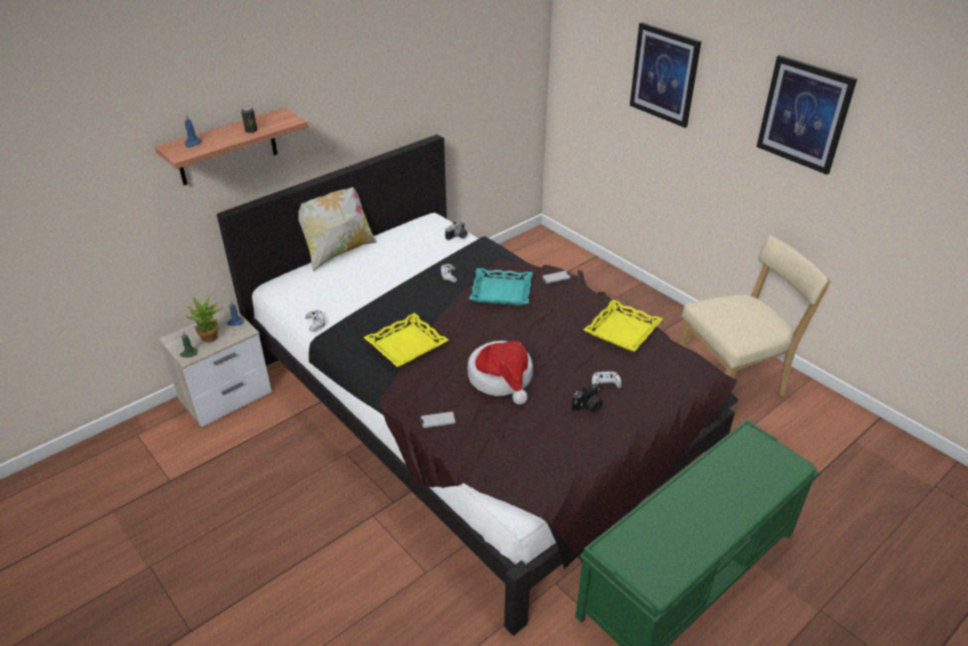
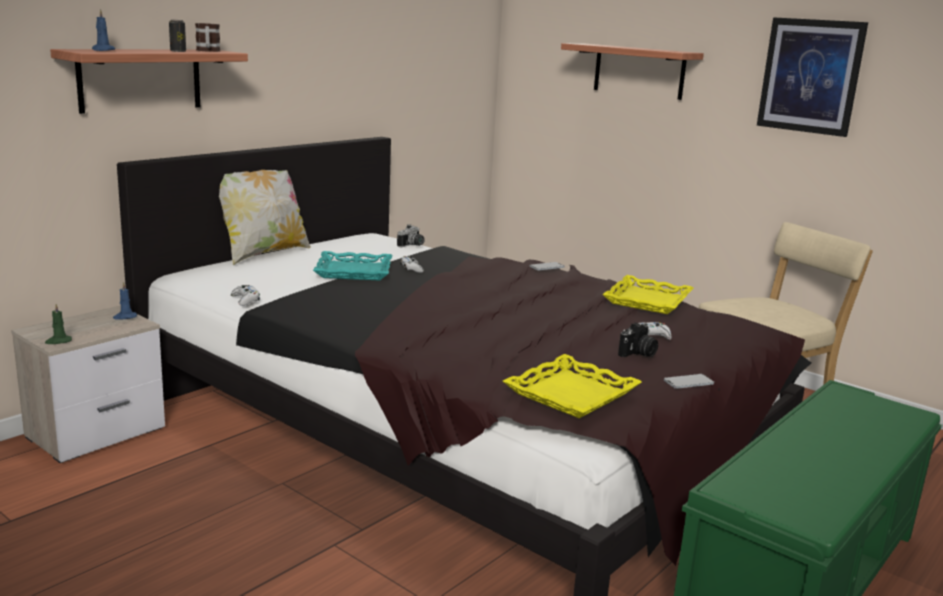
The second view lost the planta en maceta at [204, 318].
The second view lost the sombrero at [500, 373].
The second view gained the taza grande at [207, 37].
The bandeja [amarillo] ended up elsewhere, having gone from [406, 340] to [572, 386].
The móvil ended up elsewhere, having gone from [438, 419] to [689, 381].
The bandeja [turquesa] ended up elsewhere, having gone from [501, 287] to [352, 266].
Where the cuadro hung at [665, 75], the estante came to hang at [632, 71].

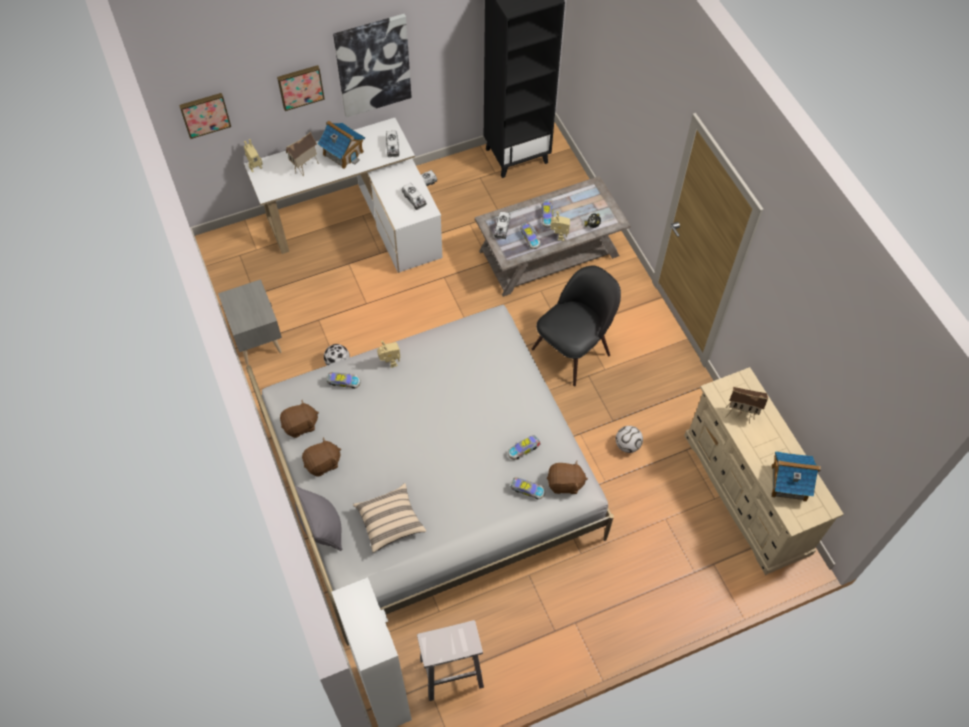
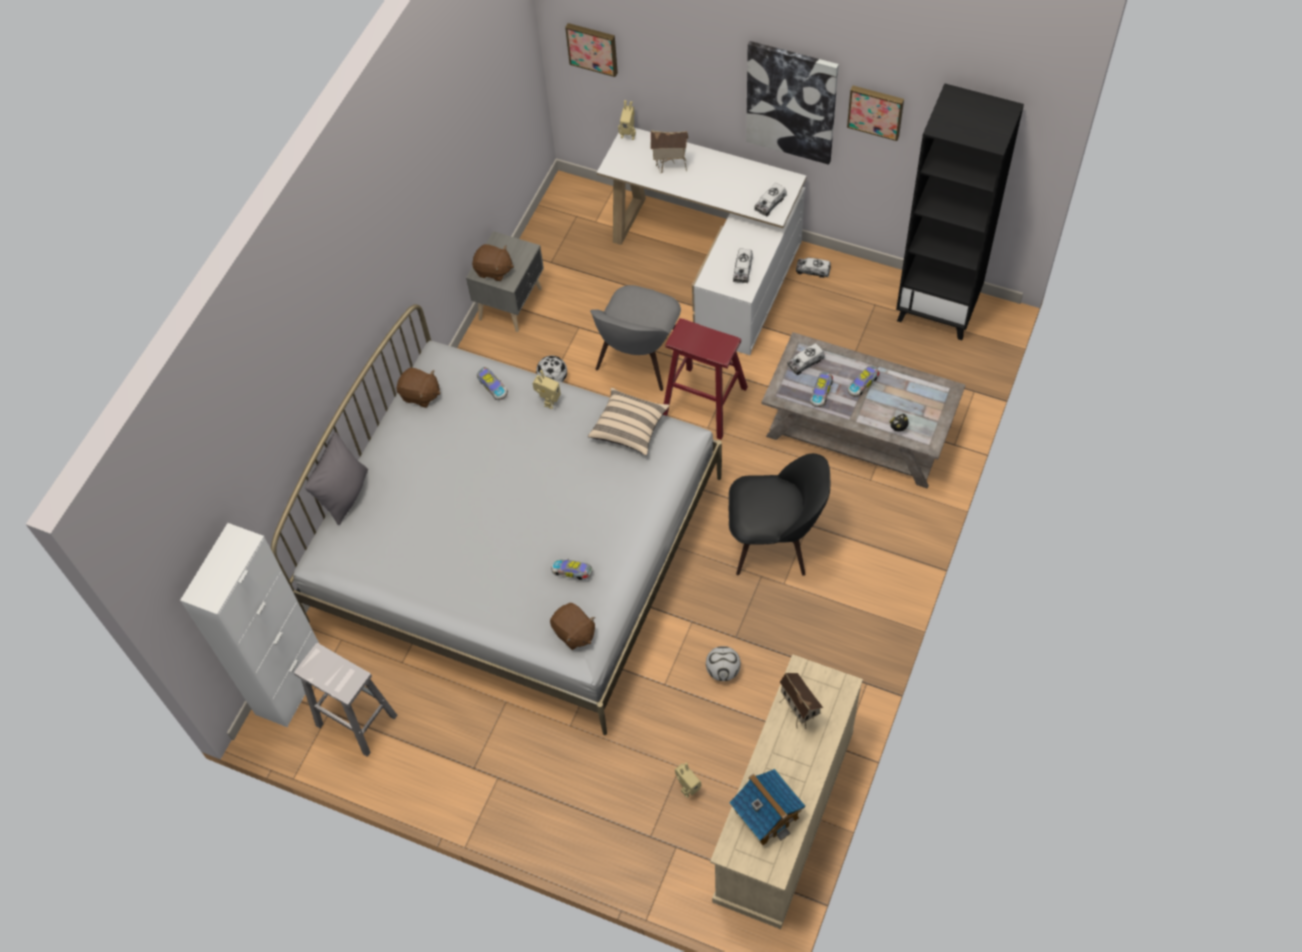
The second view lost the casita at [341, 144].
The second view lost the coche de juguete at [527, 488].
The second view gained the silla [gris] at [635, 338].
The second view gained the taburete [rojo] at [705, 379].
The cuadro ended up elsewhere, having gone from [301, 88] to [875, 113].
The peluche [marrón] ended up elsewhere, having gone from [321, 457] to [493, 262].
The cojín [beis] ended up elsewhere, having gone from [389, 518] to [628, 422].
The robot de juguete ended up elsewhere, having gone from [560, 226] to [688, 780].

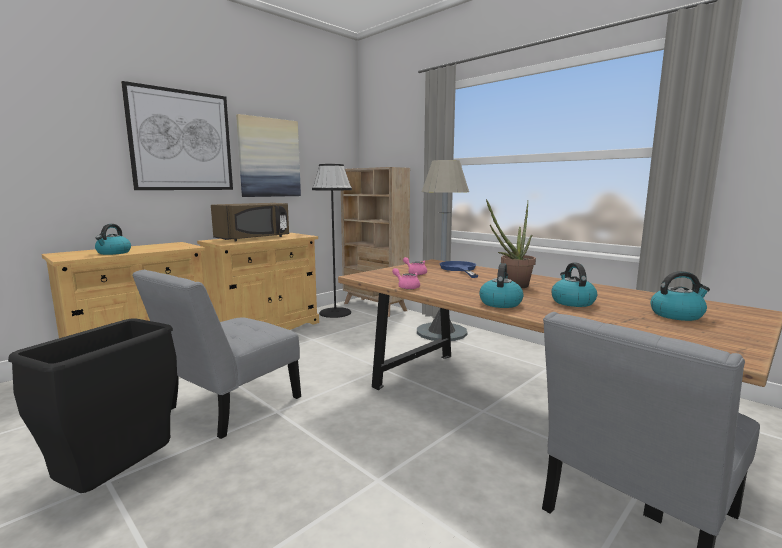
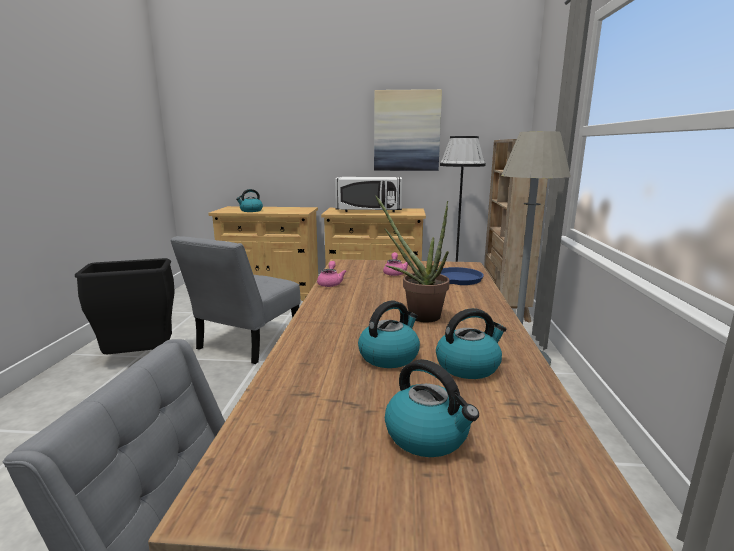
The second view lost the cuadro at [177, 135].
The hervidor ended up elsewhere, having gone from [501, 285] to [471, 343].
What was the microondas [marrón] at [250, 222] turned into the microondas [blanco] at [368, 194].
The silla [gris] at [216, 354] ended up facing another way, 60 degrees counterclockwise from before.

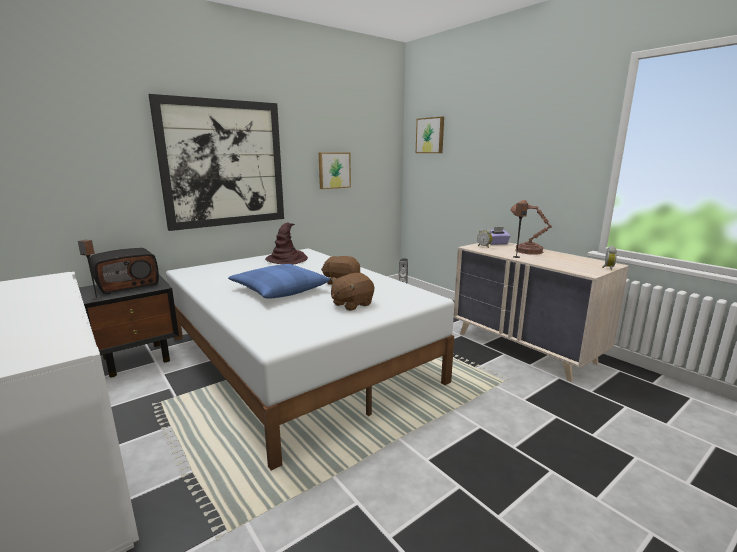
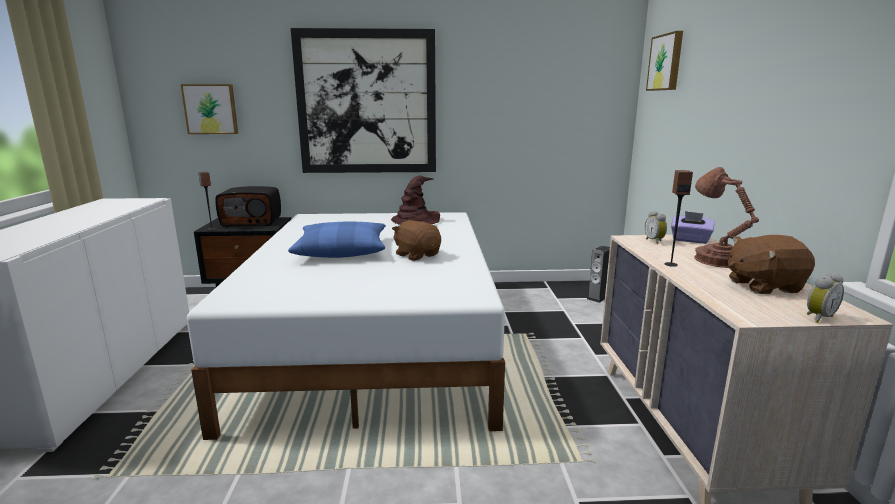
The cuadro ended up elsewhere, having gone from [335, 170] to [209, 109].
The peluche [marrón] ended up elsewhere, having gone from [352, 292] to [771, 264].

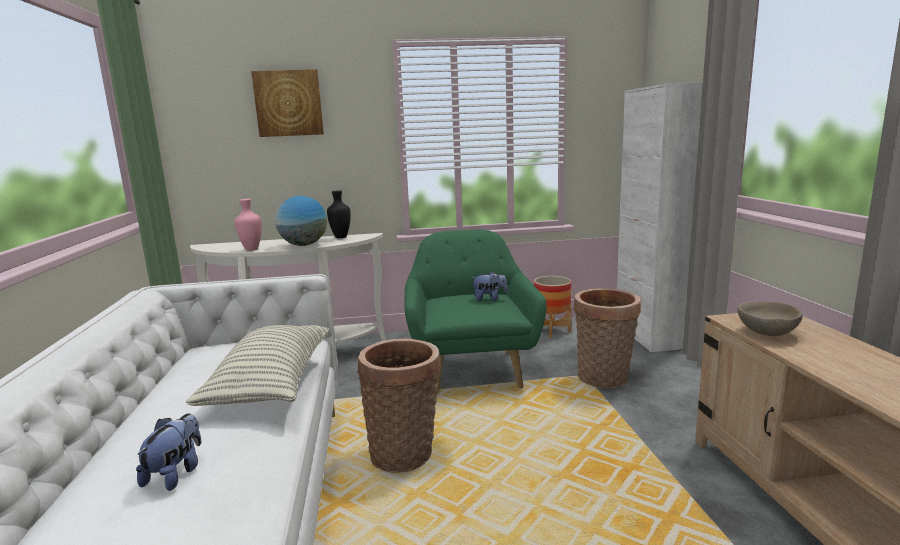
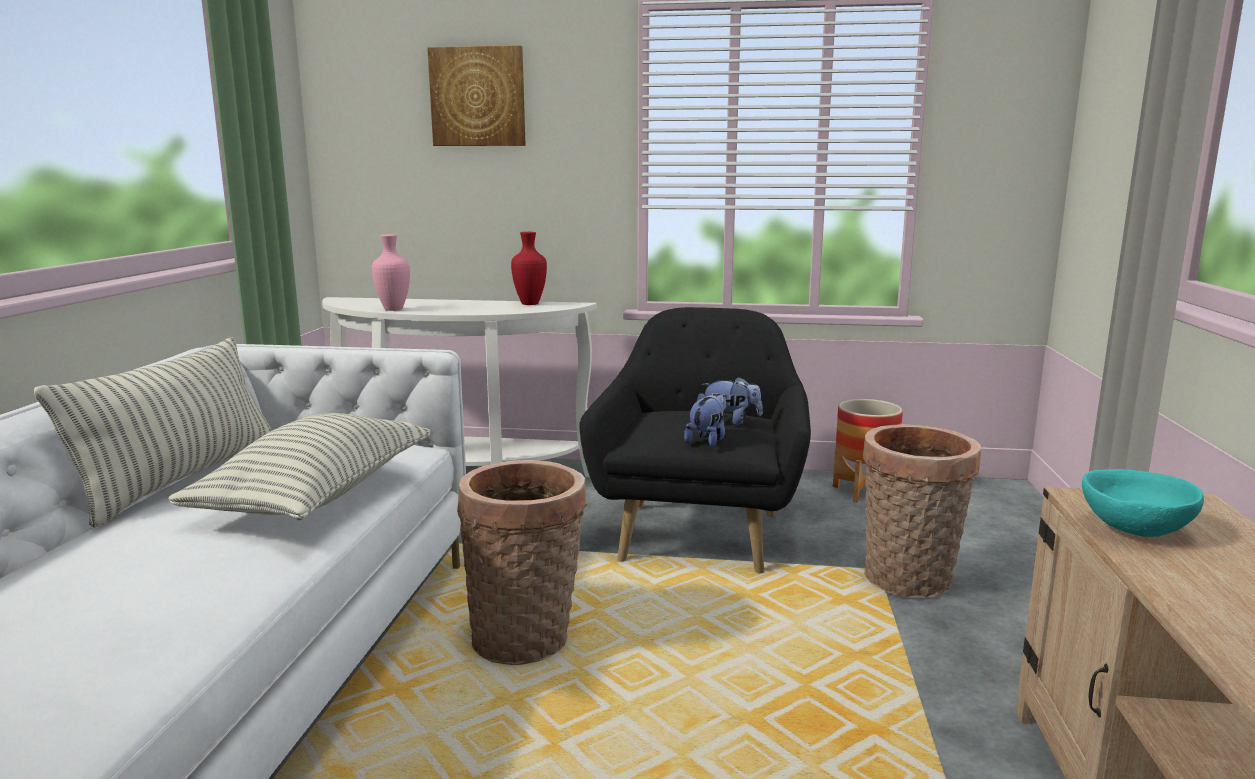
The second view lost the globo terráqueo at [301, 221].
The second view lost the armario [blanco] at [660, 217].
The second view gained the cojín at [153, 432].
The peluche ended up elsewhere, having gone from [168, 452] to [705, 420].
What was the florero [negro] at [339, 214] turned into the florero [rojo] at [529, 268].
What was the sillón [verde] at [476, 311] turned into the sillón [negro] at [695, 440].
What was the cuenco [beis] at [770, 318] turned into the cuenco [turquesa] at [1143, 503].

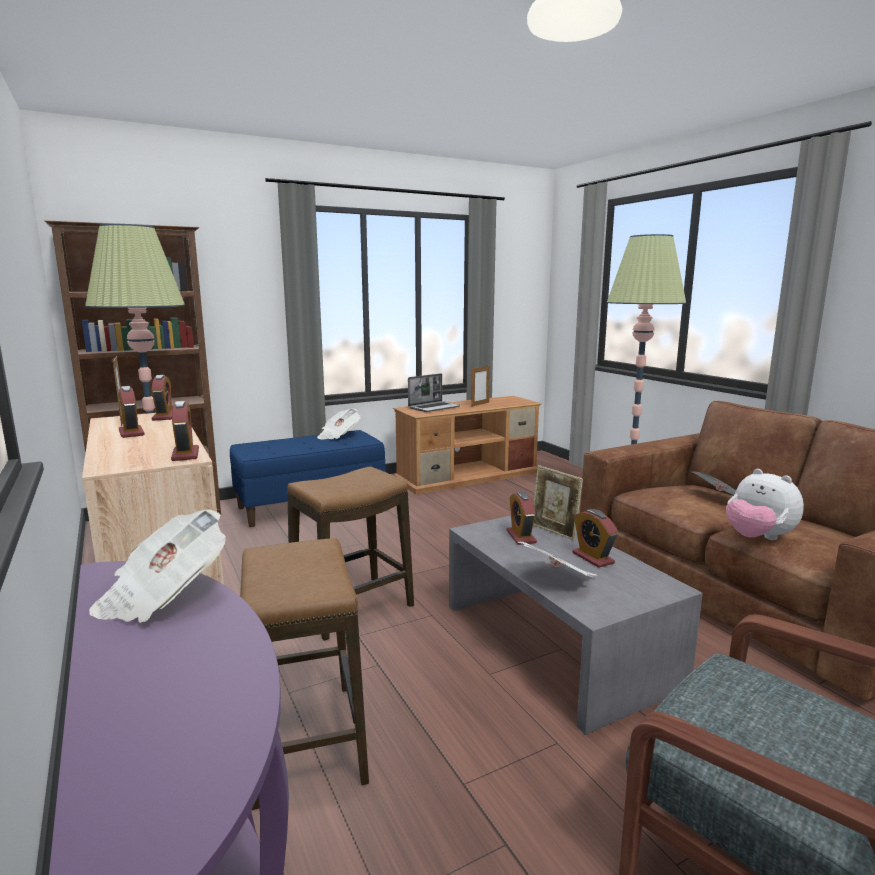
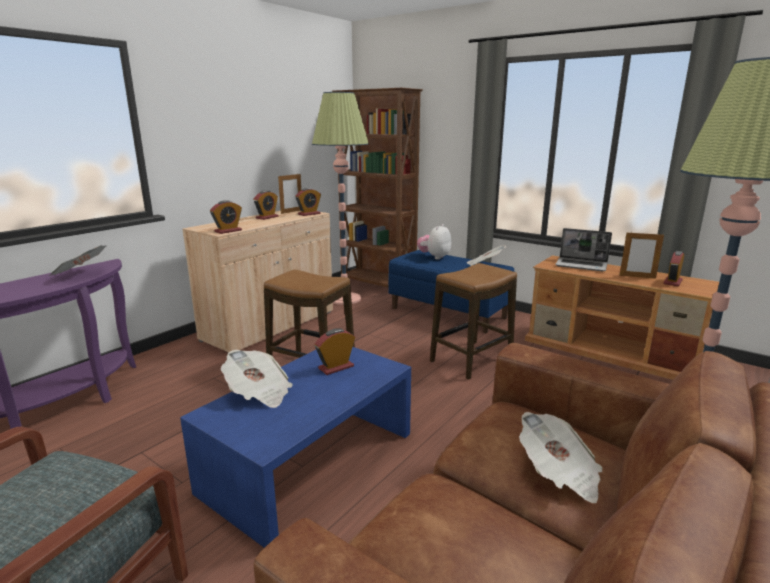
The second view lost the portarretratos at [558, 502].
The taburete ended up elsewhere, having gone from [304, 674] to [473, 321].
The despertador ended up elsewhere, having gone from [595, 538] to [673, 268].
The peluche ended up elsewhere, having gone from [765, 504] to [434, 241].
What was the mesa de centro [gris] at [576, 625] turned into the mesa de centro [azul] at [295, 447].

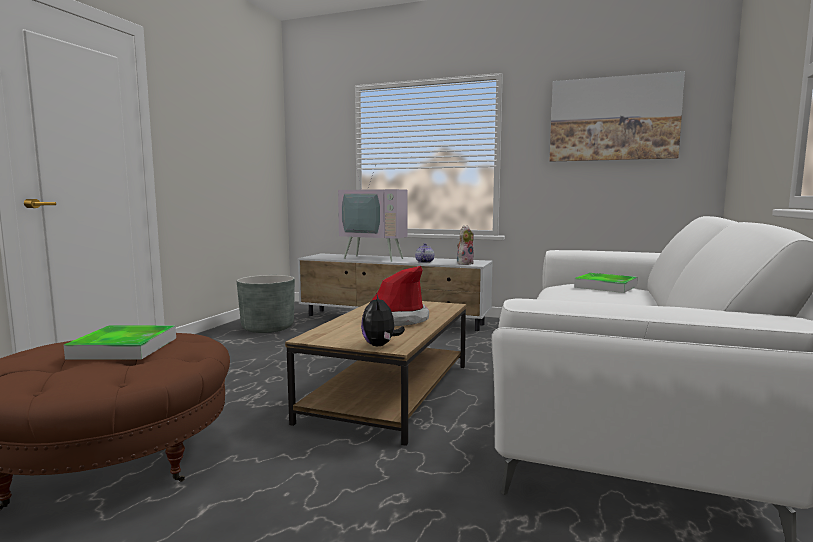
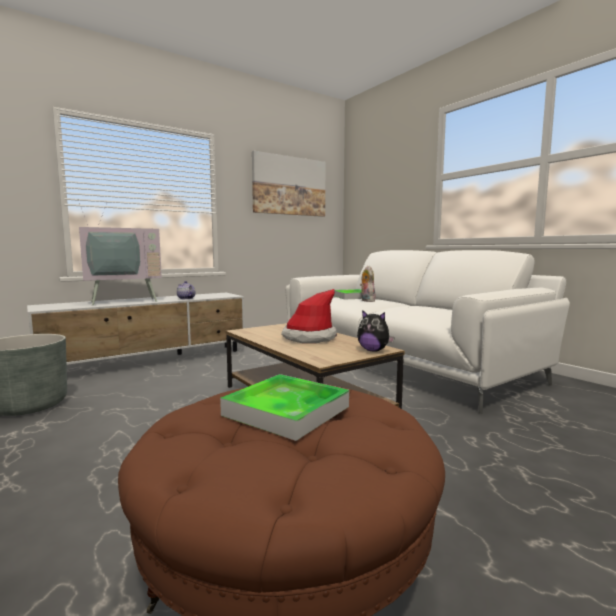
The peluche ended up elsewhere, having gone from [465, 245] to [368, 284].

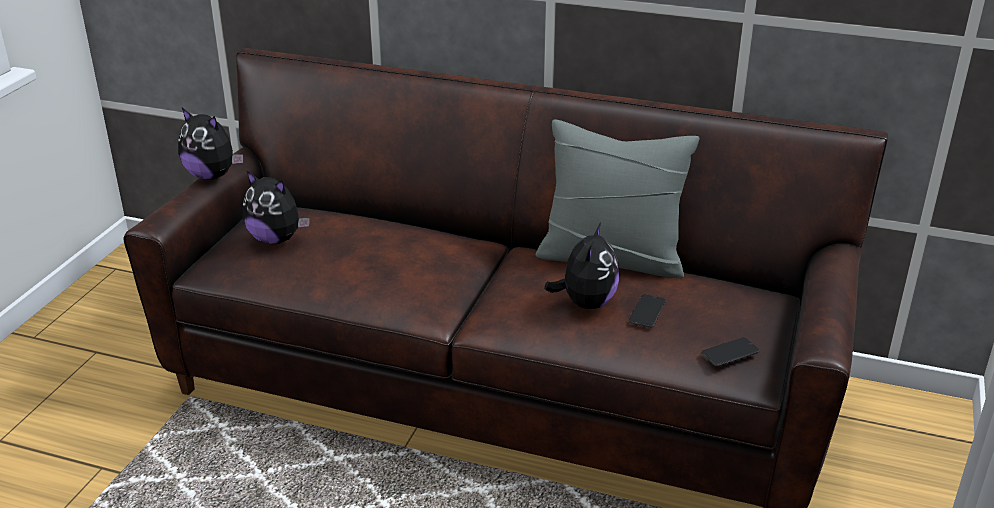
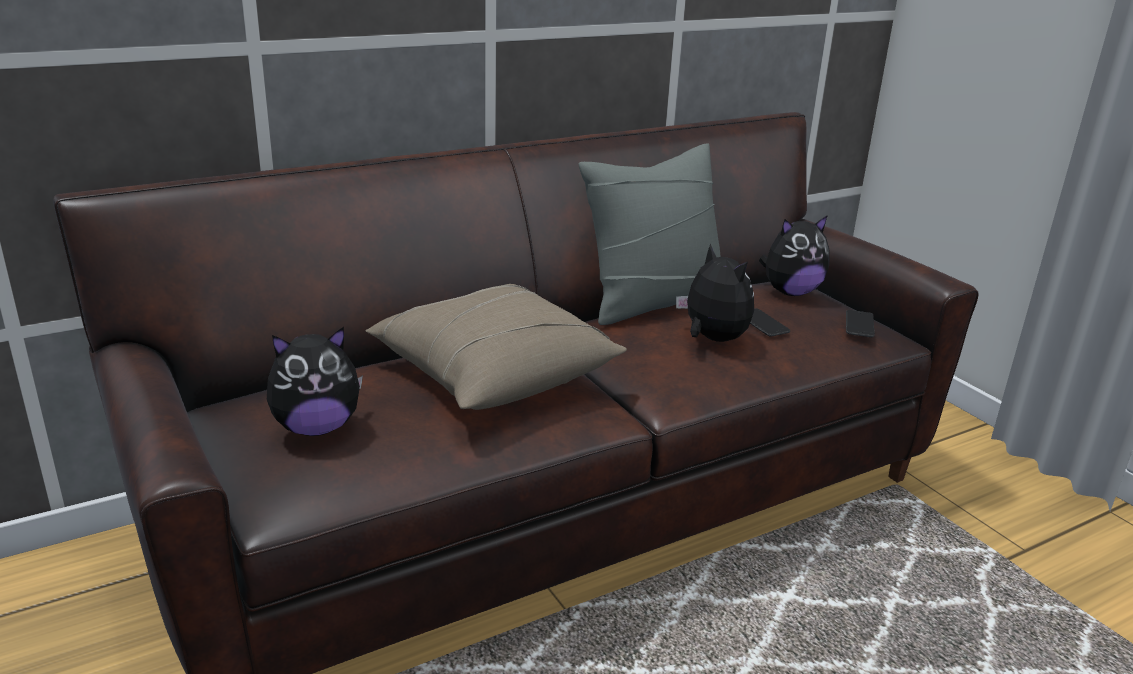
The second view gained the cojín [beis] at [496, 347].
The peluche ended up elsewhere, having gone from [210, 144] to [794, 255].

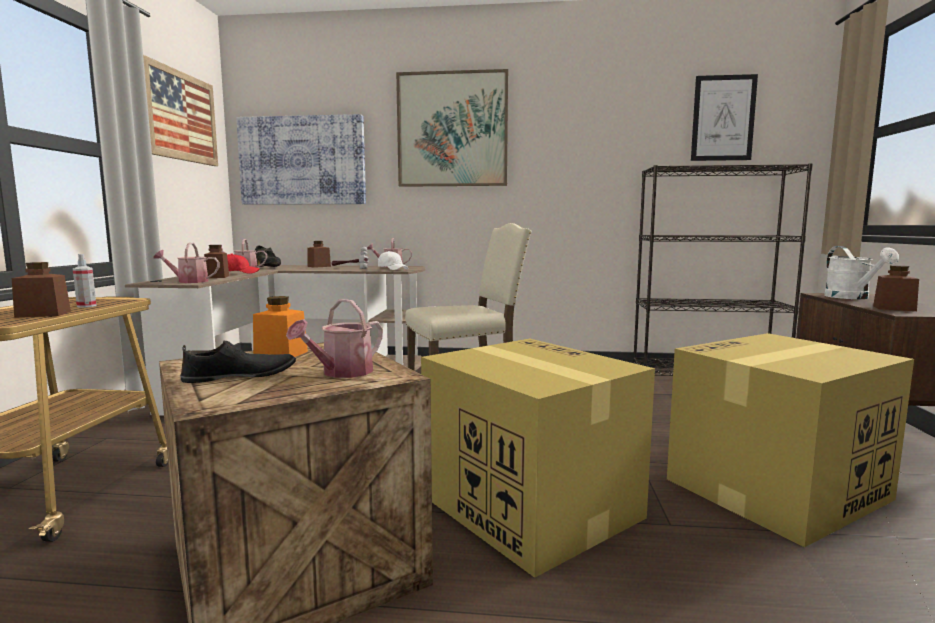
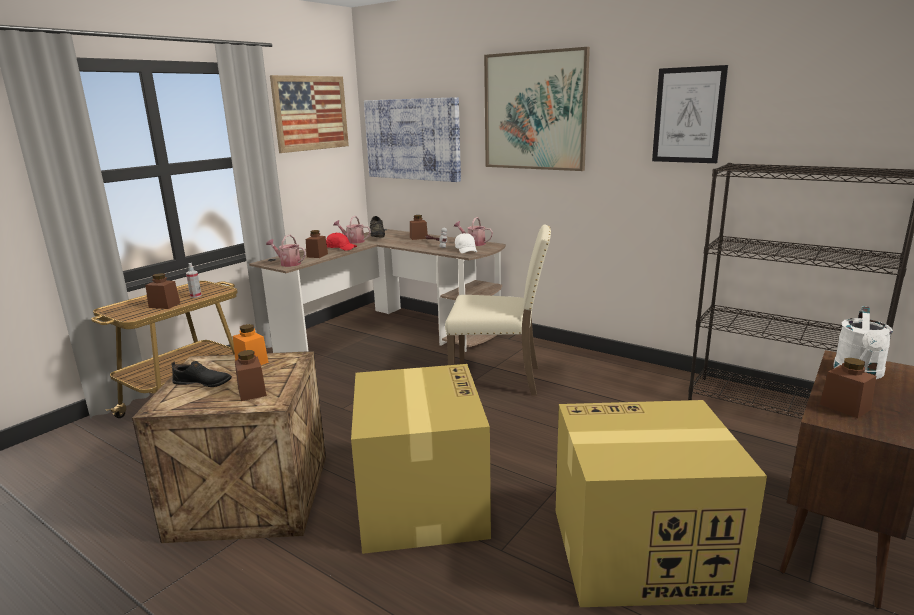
The cuadro ended up elsewhere, having gone from [724, 117] to [690, 114].
Where the regadera stood at [334, 338], the tarro [marrón] came to stand at [251, 375].

